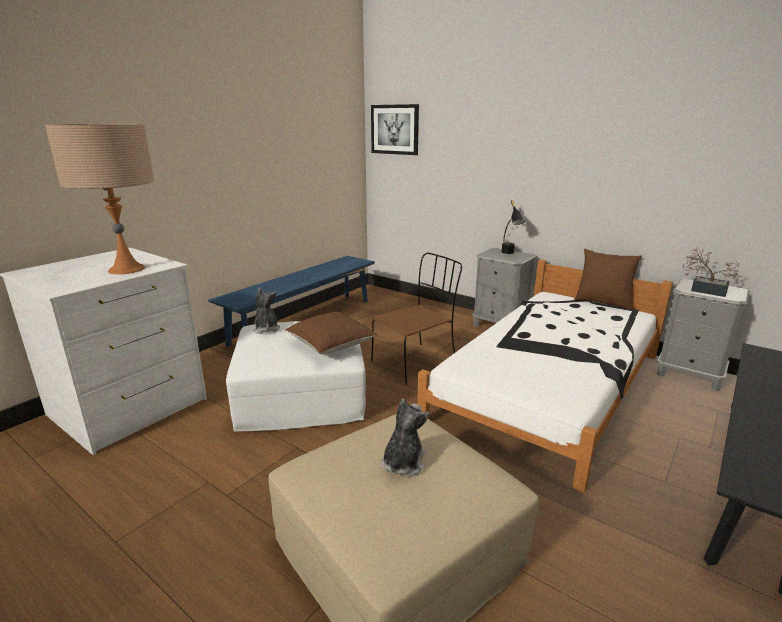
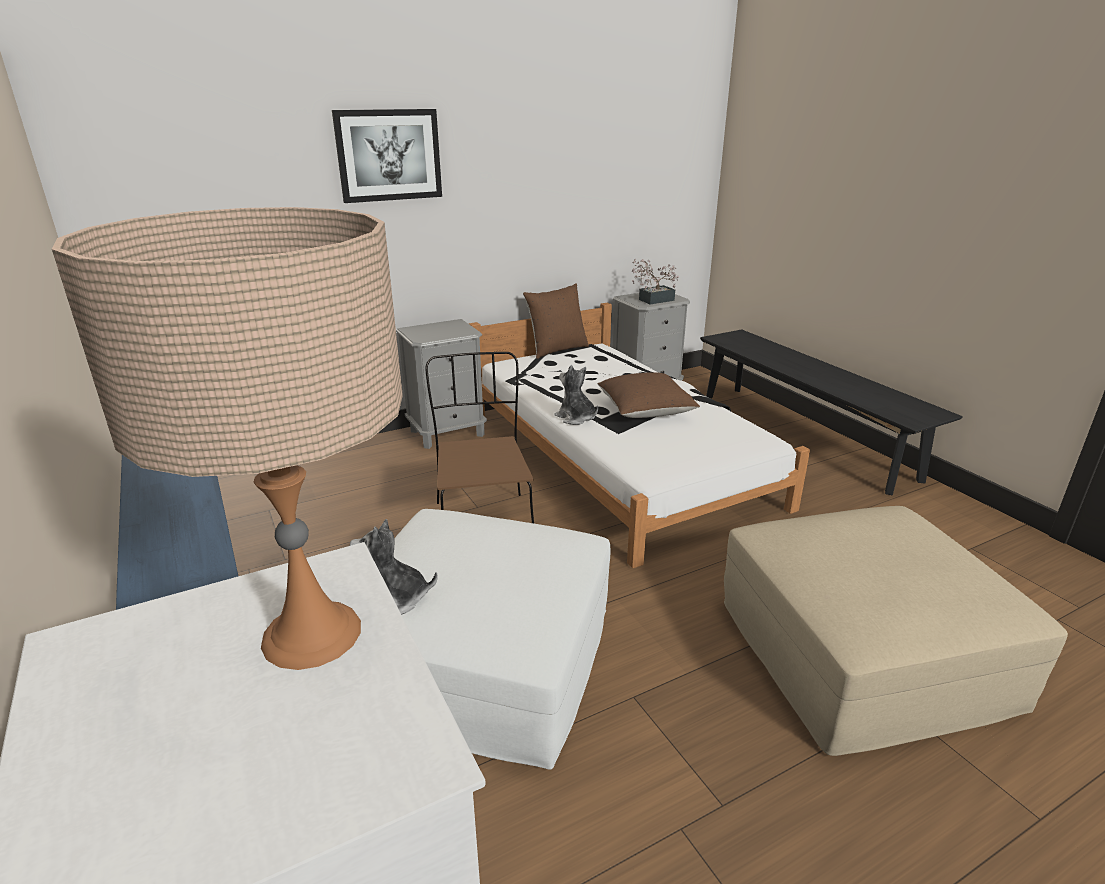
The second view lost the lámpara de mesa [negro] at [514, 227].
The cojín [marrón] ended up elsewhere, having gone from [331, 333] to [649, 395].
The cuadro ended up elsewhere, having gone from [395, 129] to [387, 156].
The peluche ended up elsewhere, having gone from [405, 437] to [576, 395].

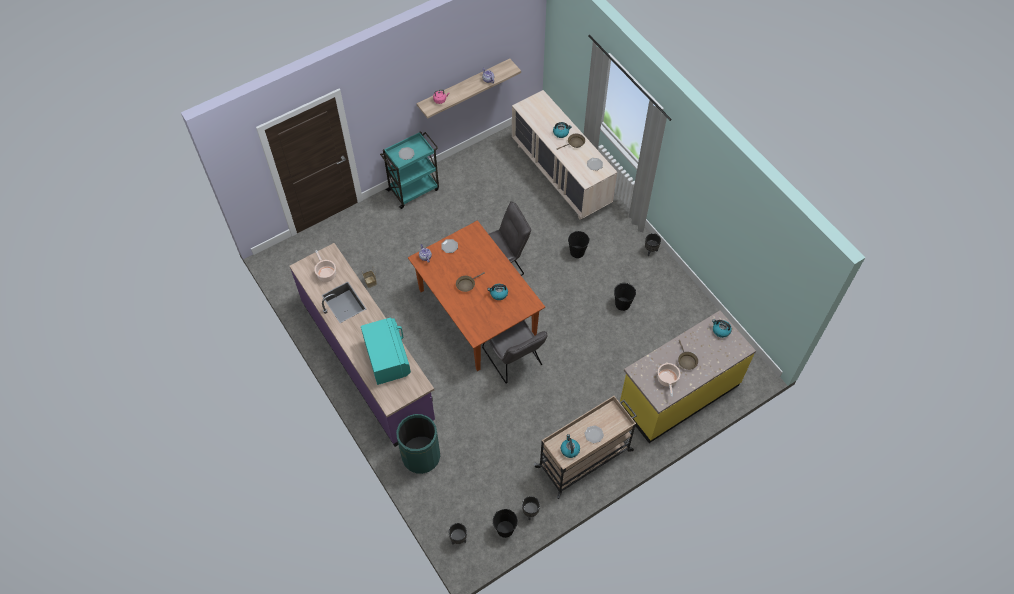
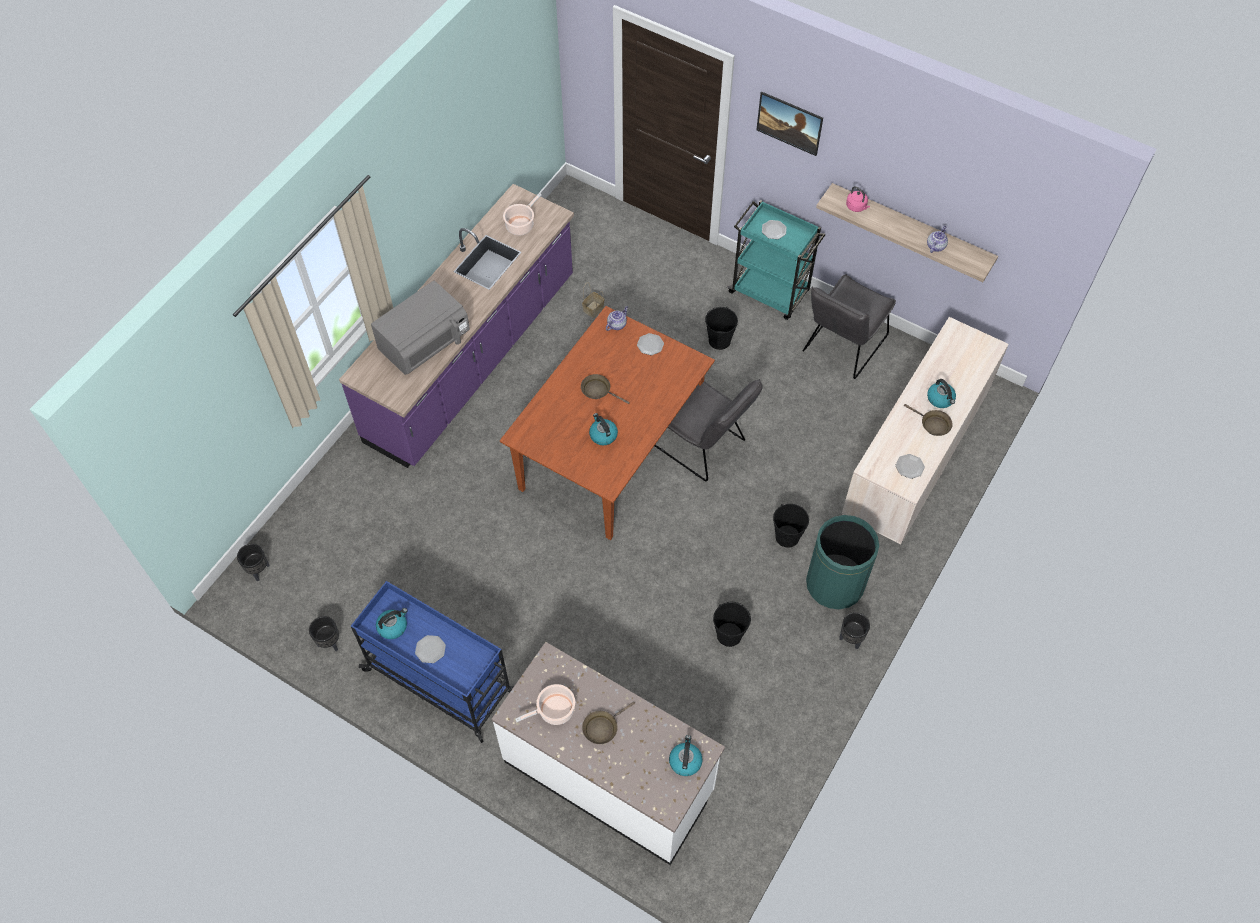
The second view gained the cuadro at [789, 123].
The papelera [verde] ended up elsewhere, having gone from [418, 444] to [842, 562].
The silla [gris] ended up elsewhere, having gone from [514, 352] to [849, 326].
The cubo [negro] ended up elsewhere, having gone from [505, 523] to [721, 328].
What was the microondas [turquesa] at [386, 351] turned into the microondas [gris] at [420, 327].
What was the carrito [beis] at [585, 447] turned into the carrito [azul] at [432, 662].
What was the mueble bajo de cocina [amarillo] at [688, 377] turned into the mueble bajo de cocina [blanco] at [608, 753].

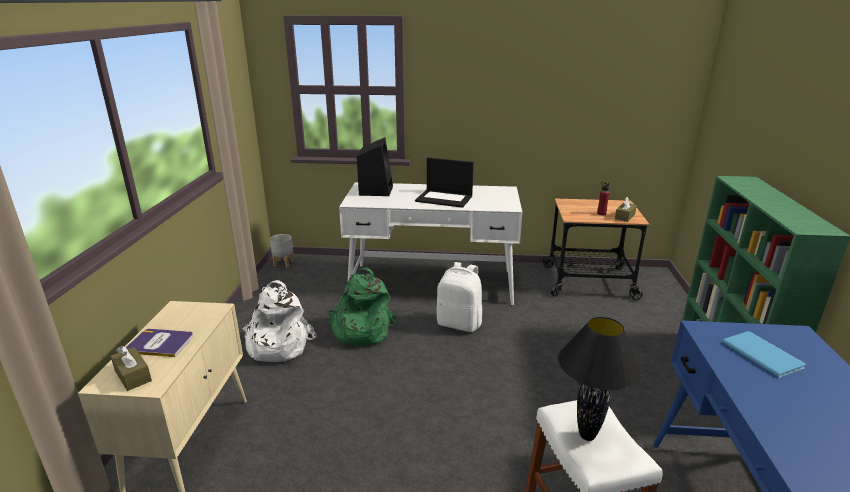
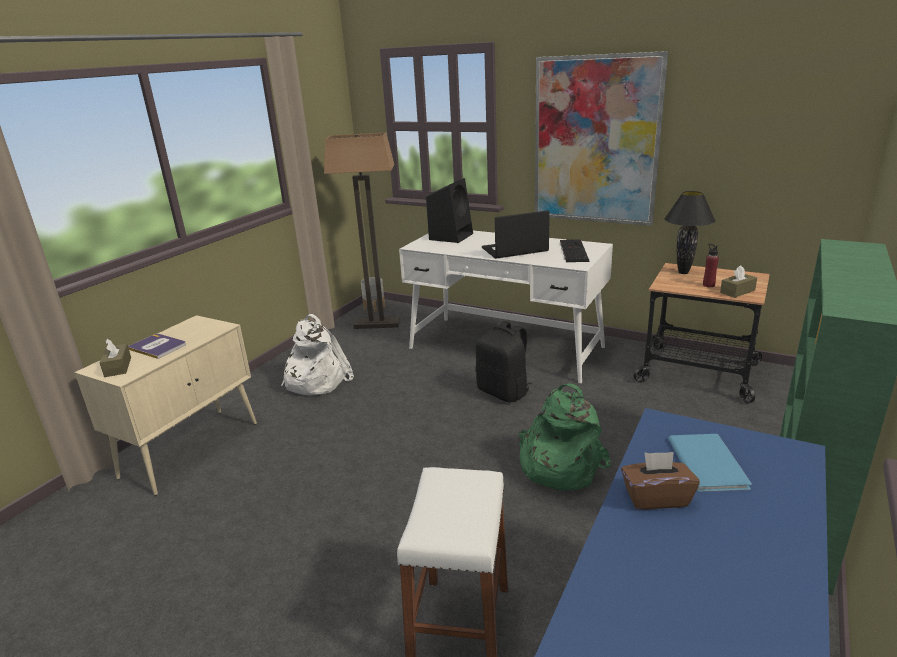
The second view gained the lámpara de pie at [362, 231].
The second view gained the cuadro at [601, 138].
The second view gained the teclado at [574, 251].
The second view gained the caja de pañuelos [marrón] at [660, 481].
The mochila [verde] ended up elsewhere, having gone from [363, 307] to [564, 437].
The lámpara de mesa [negro] ended up elsewhere, having gone from [600, 379] to [690, 232].
What was the mochila [blanco] at [459, 297] turned into the mochila [negro] at [503, 361].
The portátil at [444, 183] ended up facing another way, 120 degrees clockwise from before.

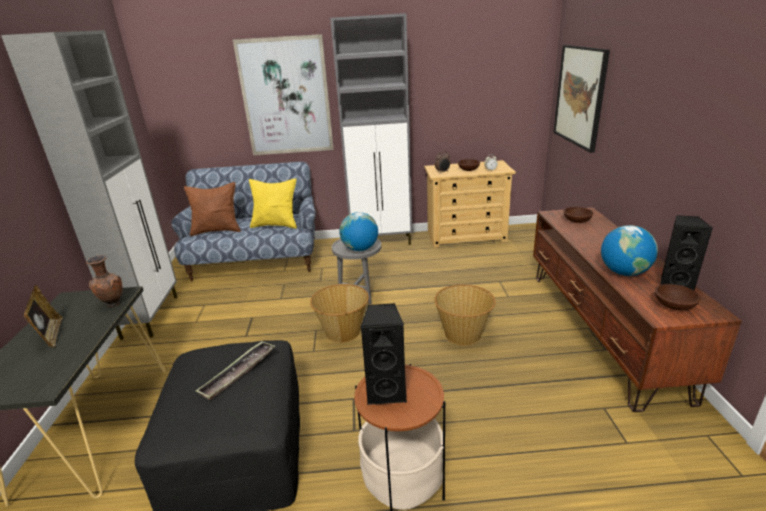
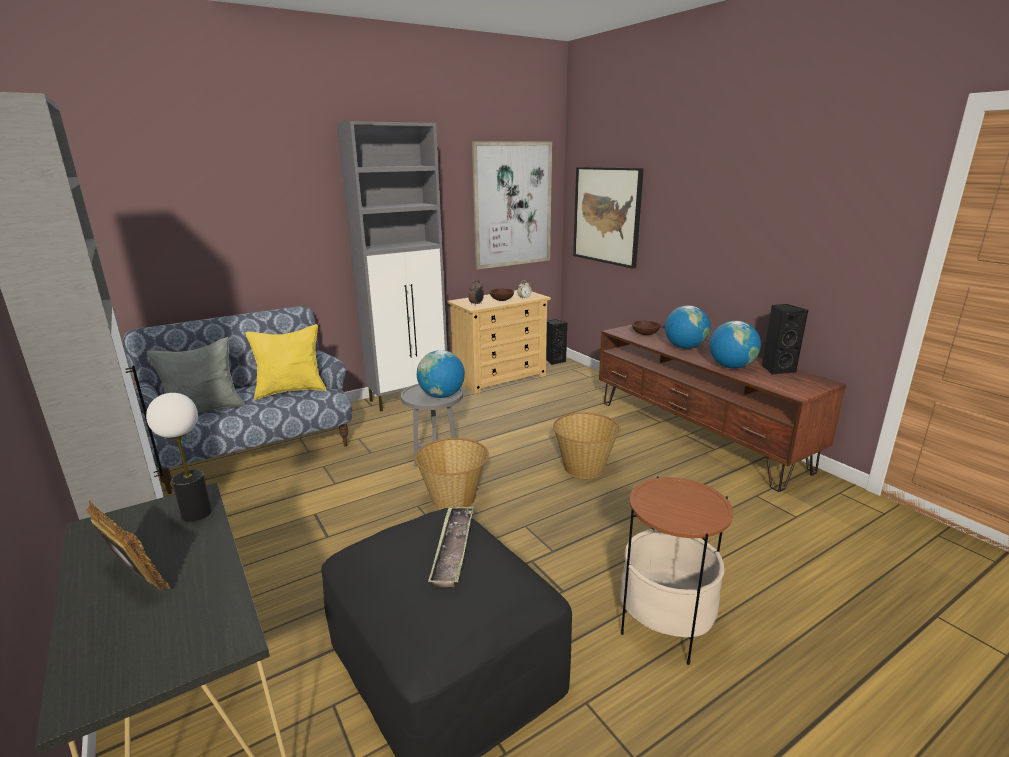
The second view lost the cuenco [marrón] at [678, 297].
The second view gained the globo terráqueo at [687, 327].
The cuadro ended up elsewhere, having gone from [283, 94] to [512, 205].
The altavoz [negro] ended up elsewhere, having gone from [383, 354] to [556, 342].
Where the florero [marrón] stood at [104, 281], the lámpara de mesa came to stand at [179, 457].
What was the cojín [marrón] at [212, 209] turned into the cojín [gris] at [196, 374].

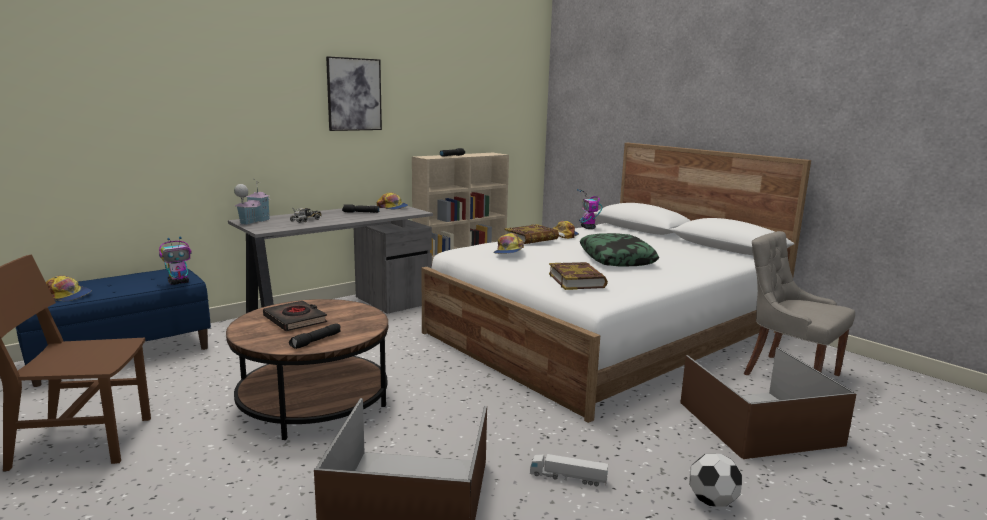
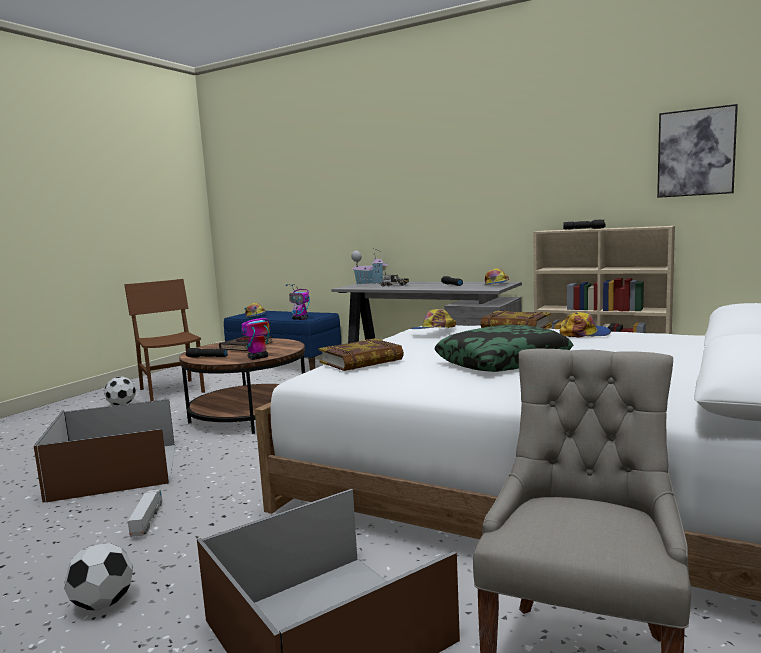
The second view gained the balón de fútbol at [120, 391].
The cuadro ended up elsewhere, having gone from [354, 93] to [697, 151].
The robot de juguete ended up elsewhere, having gone from [589, 209] to [255, 333].

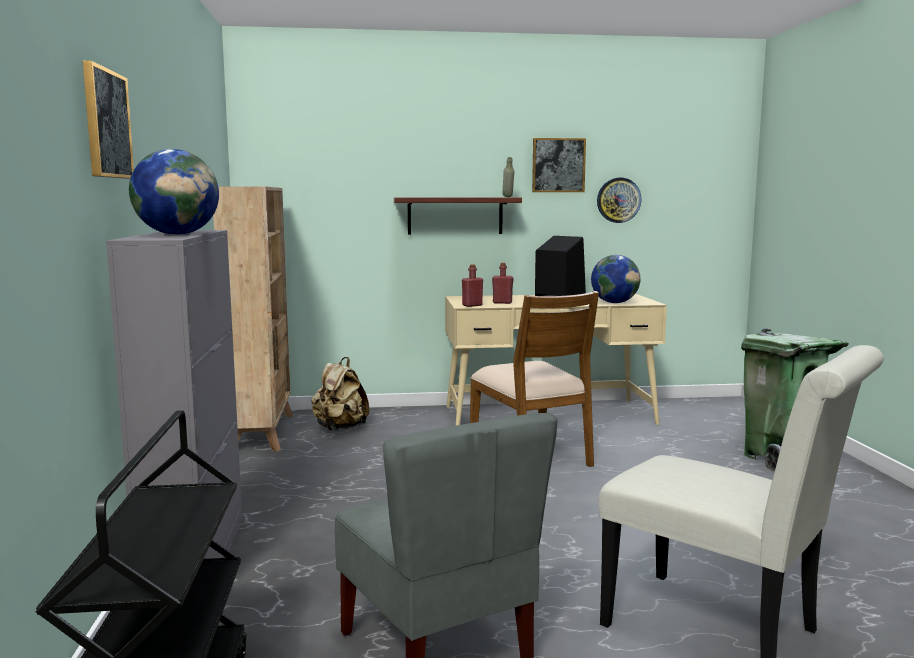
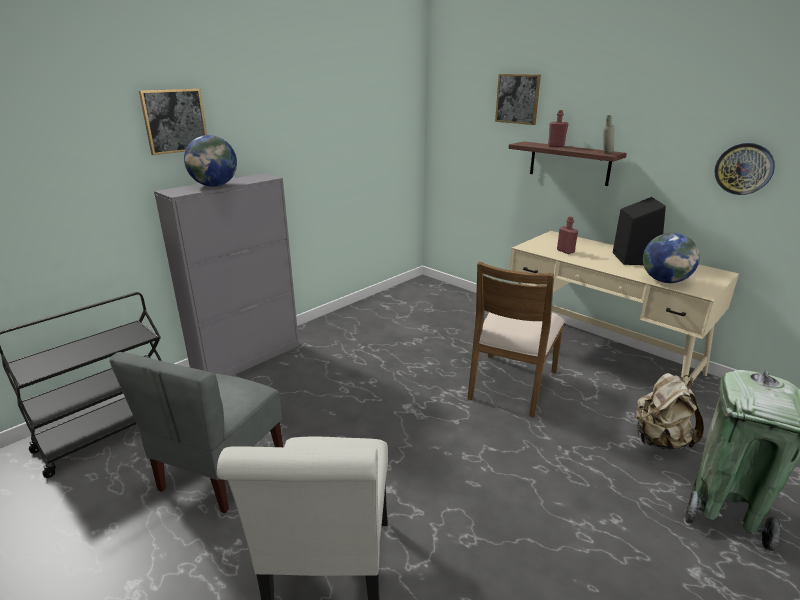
The second view lost the estantería [beis] at [253, 319].
The mochila [beis] ended up elsewhere, having gone from [340, 394] to [670, 411].
The botella [rojo] ended up elsewhere, having gone from [472, 285] to [558, 128].
The cuadro ended up elsewhere, having gone from [559, 165] to [518, 99].

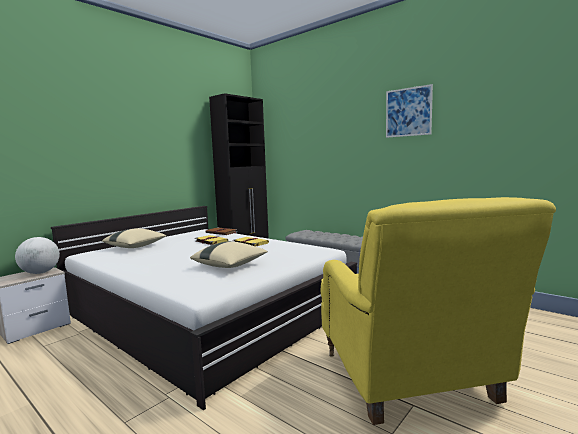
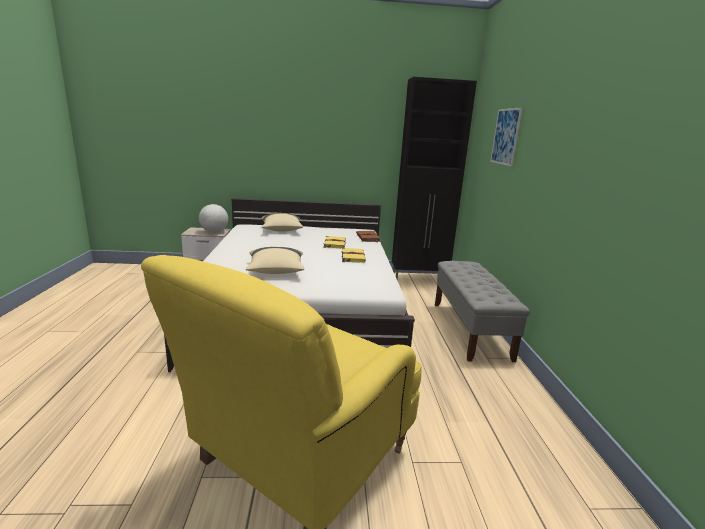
The cuadro ended up elsewhere, having gone from [409, 111] to [506, 136].

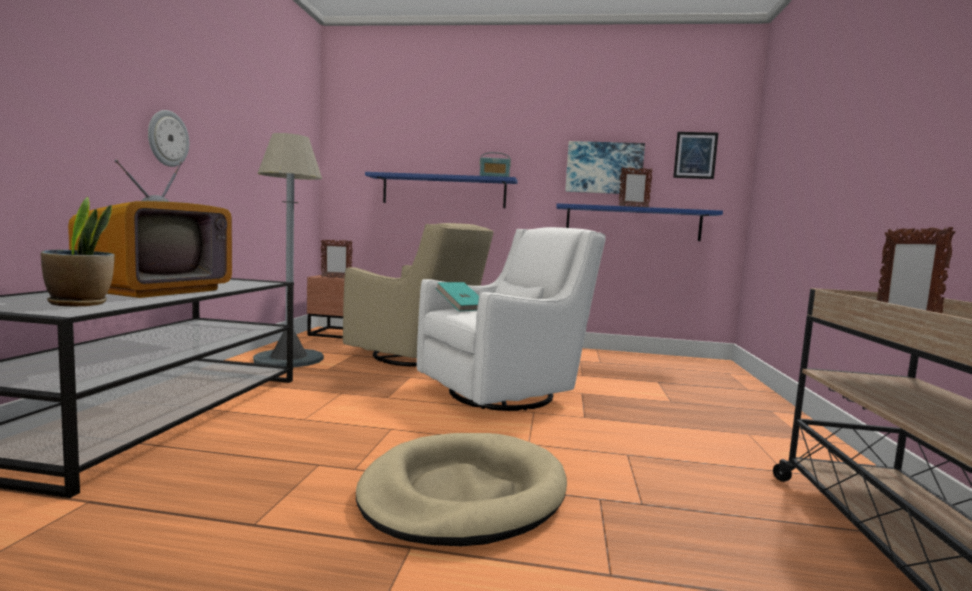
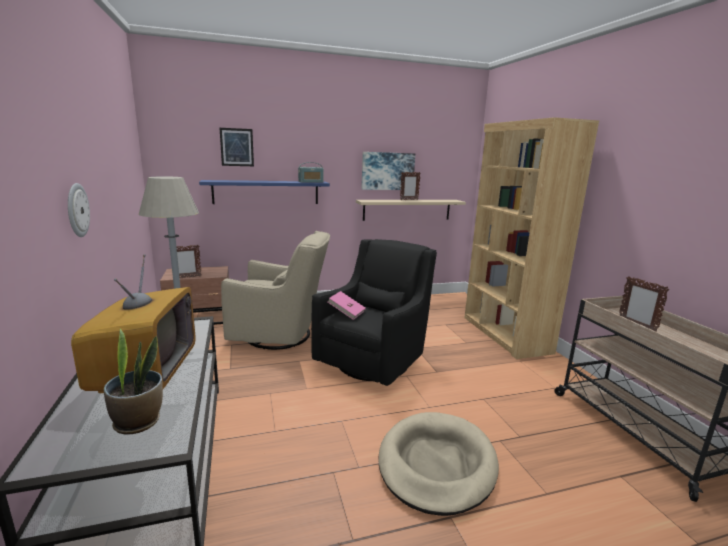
The second view gained the estantería [marrón] at [531, 238].
The cuadro ended up elsewhere, having gone from [695, 155] to [237, 147].
What was the sillón [blanco] at [511, 319] turned into the sillón [negro] at [374, 312].
What was the libro [turquesa] at [457, 296] turned into the libro [rosa] at [347, 305].
What was the estante [azul] at [639, 222] turned into the estante [beis] at [411, 210].

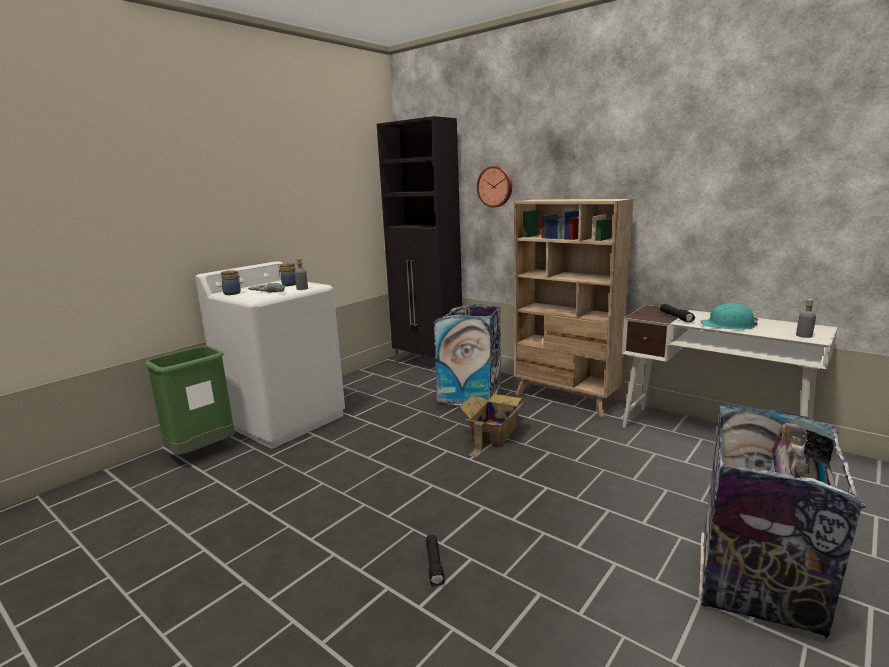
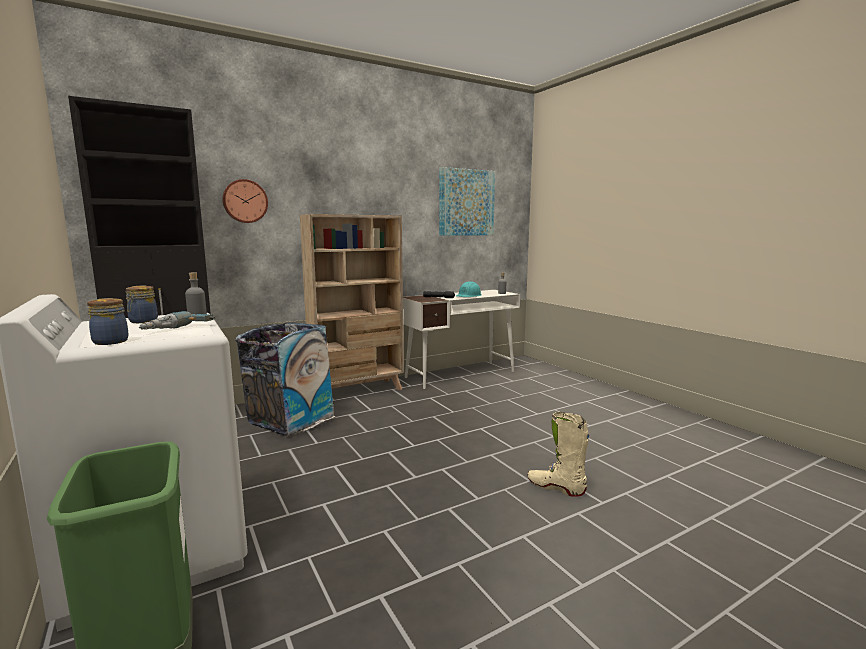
The second view lost the caja de cartón at [493, 425].
The second view lost the papelera at [782, 521].
The second view gained the cuadro at [467, 201].
Where the linterna [negro] stood at [435, 560], the bota [beis] came to stand at [558, 454].

